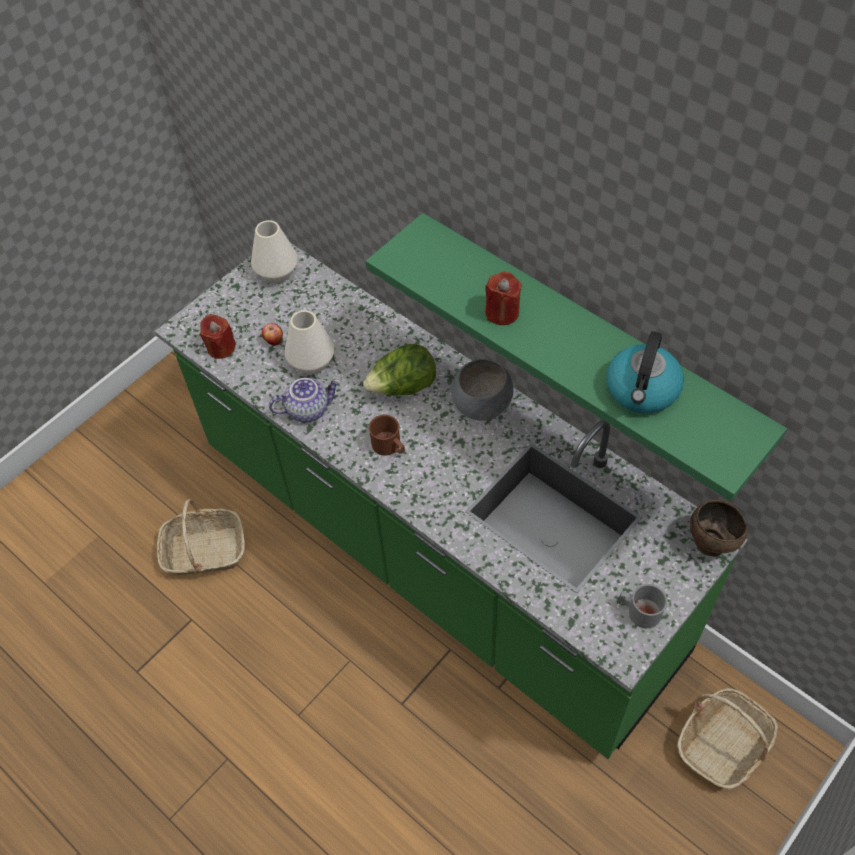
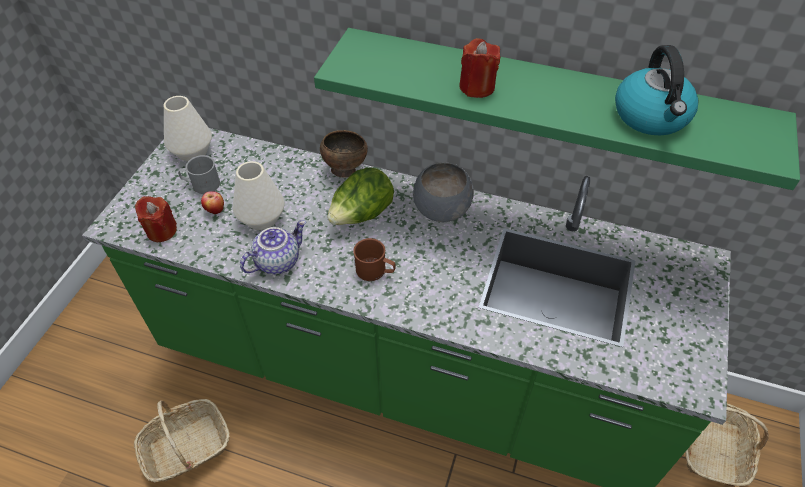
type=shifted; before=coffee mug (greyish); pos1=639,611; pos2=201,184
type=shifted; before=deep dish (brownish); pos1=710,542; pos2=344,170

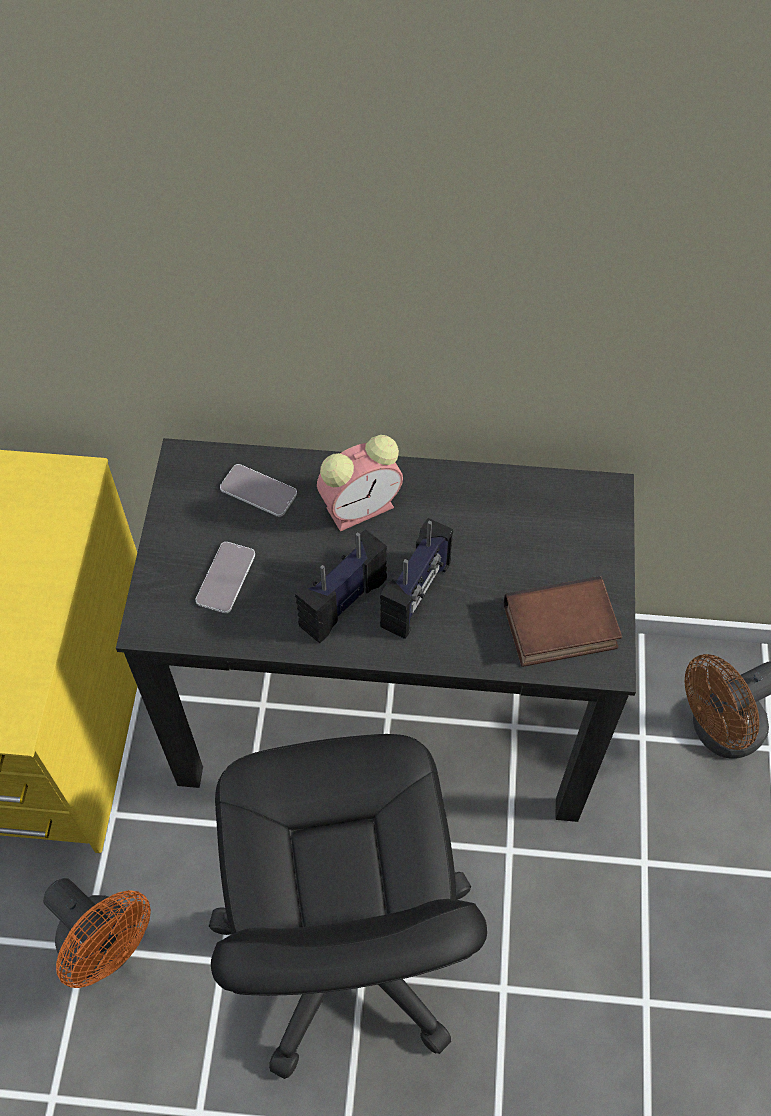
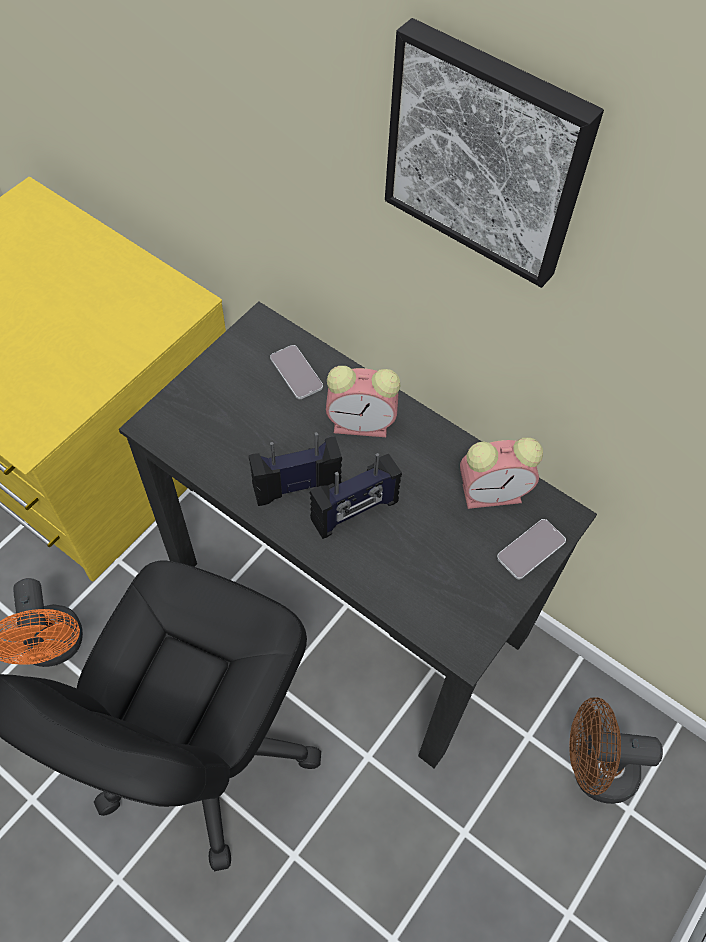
type=shifted; before=phone; pos1=226,578; pos2=531,549
type=gone; before=volume; pos1=559,629
type=new; after=picture; pos2=487,153
type=new; after=alarm clock; pos2=494,492

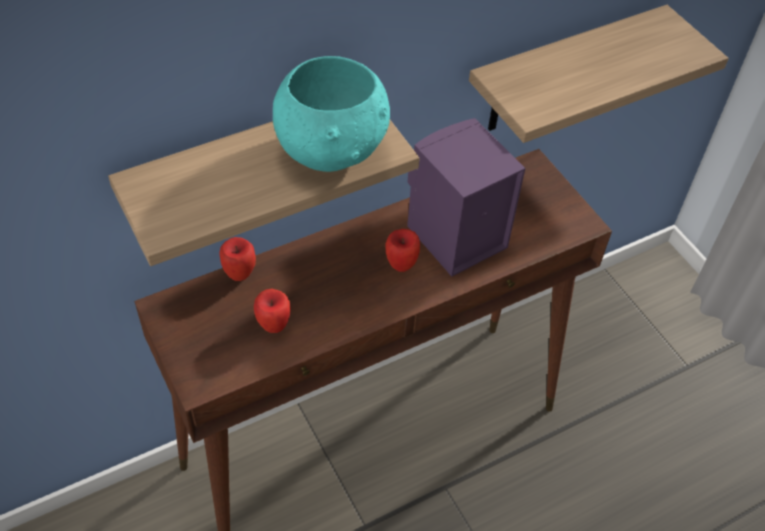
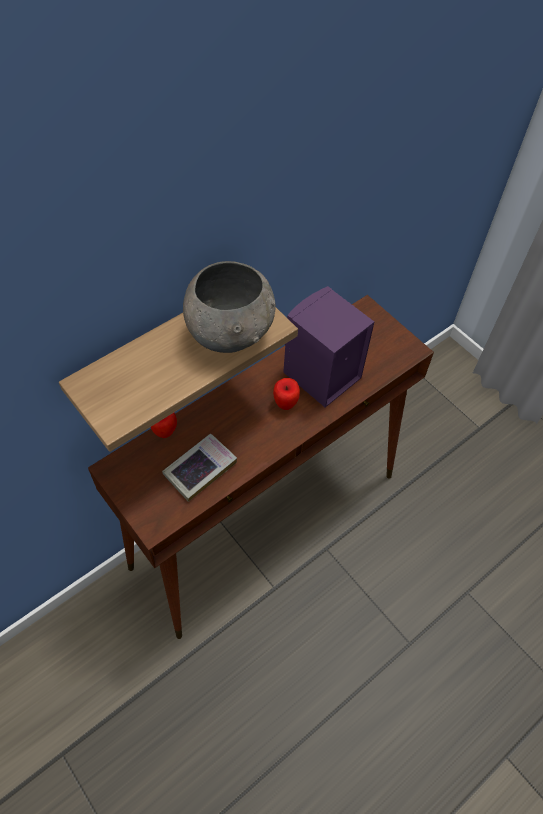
type=swapped; before=whole apple; after=volume; pos1=273,325; pos2=200,469
type=repainted; before=deep dish (turquoise-coloured); after=deep dish (greyish); pos1=332,152; pos2=230,334
type=gone; before=shelf; pos1=564,71

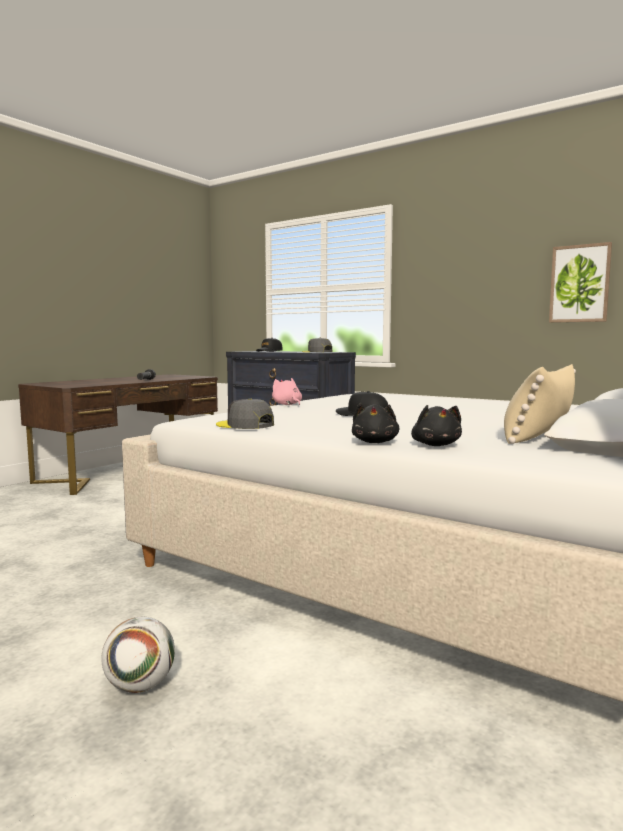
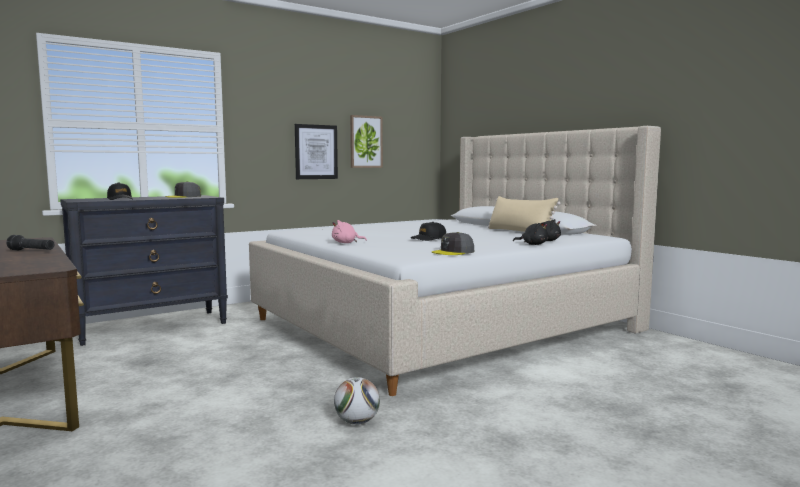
type=shifted; before=football ball; pos1=140,685; pos2=357,422
type=new; after=picture; pos2=316,152

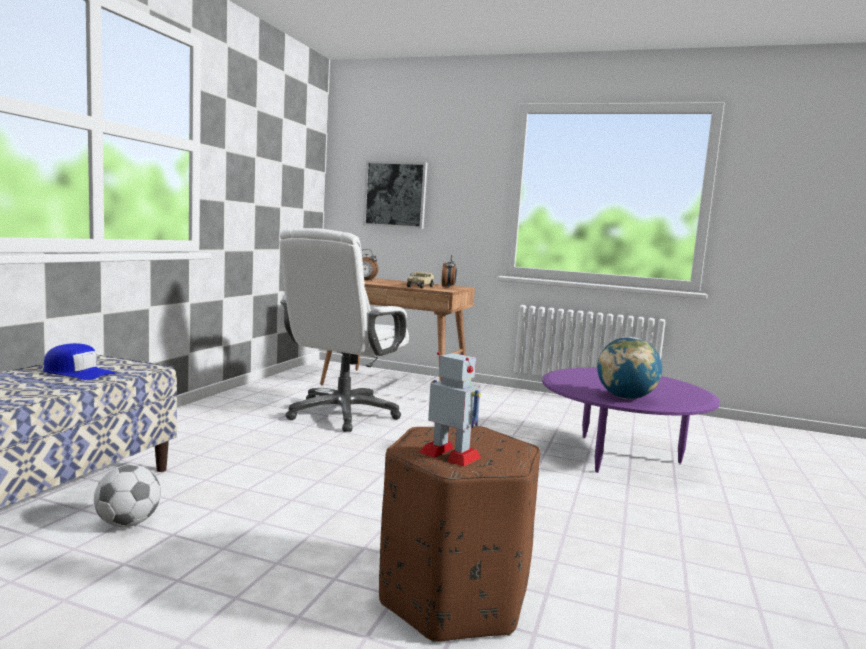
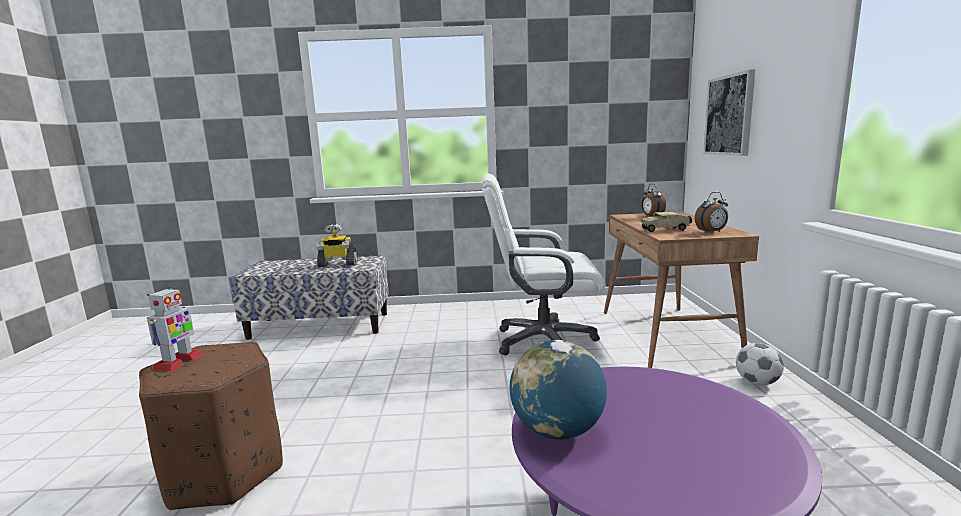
type=swapped; before=peaked cap (blue); after=robot figure; pos1=78,373; pos2=337,264
type=shifted; before=football ball; pos1=128,523; pos2=757,382

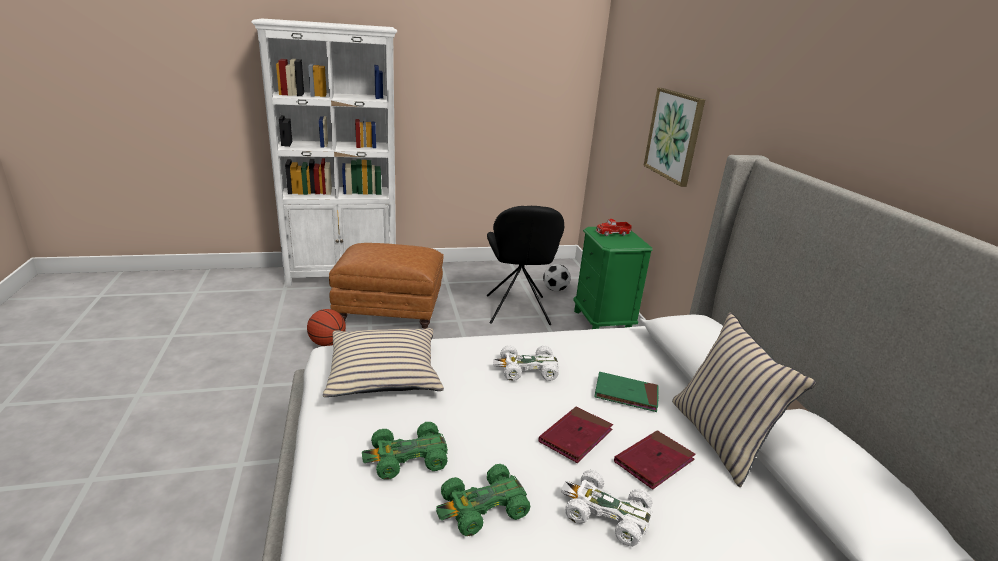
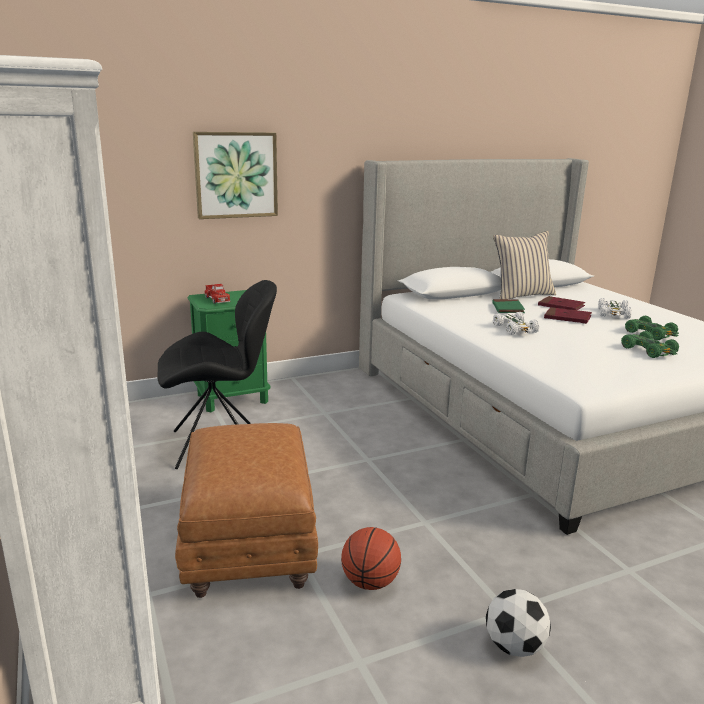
type=gone; before=throw pillow (beige-coloured); pos1=384,372
type=shifted; before=football ball; pos1=555,289; pos2=514,646

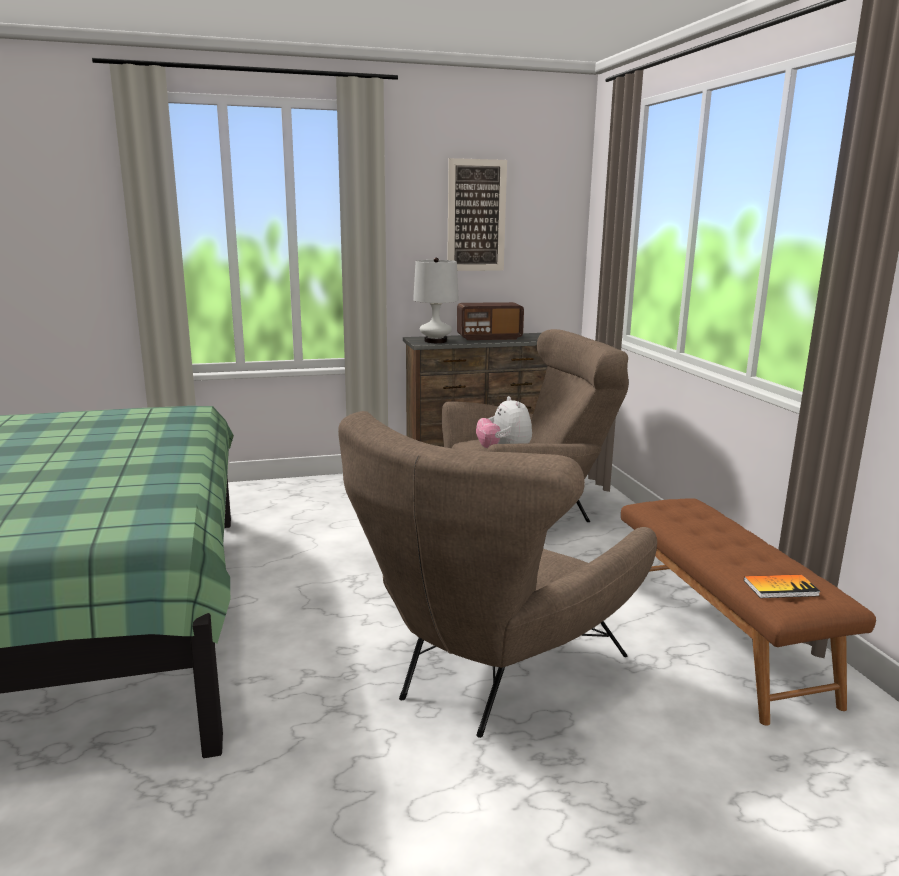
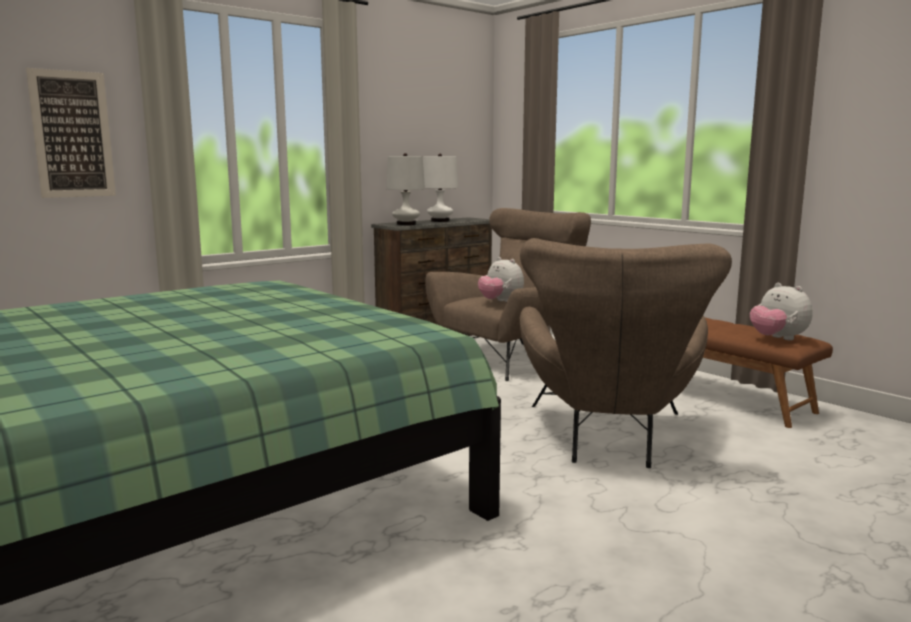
type=shifted; before=picture; pos1=476,216; pos2=72,134
type=swapped; before=radio set; after=tabletop lamp (whitish); pos1=489,337; pos2=440,221
type=swapped; before=volume; after=soft toy; pos1=780,588; pos2=777,339

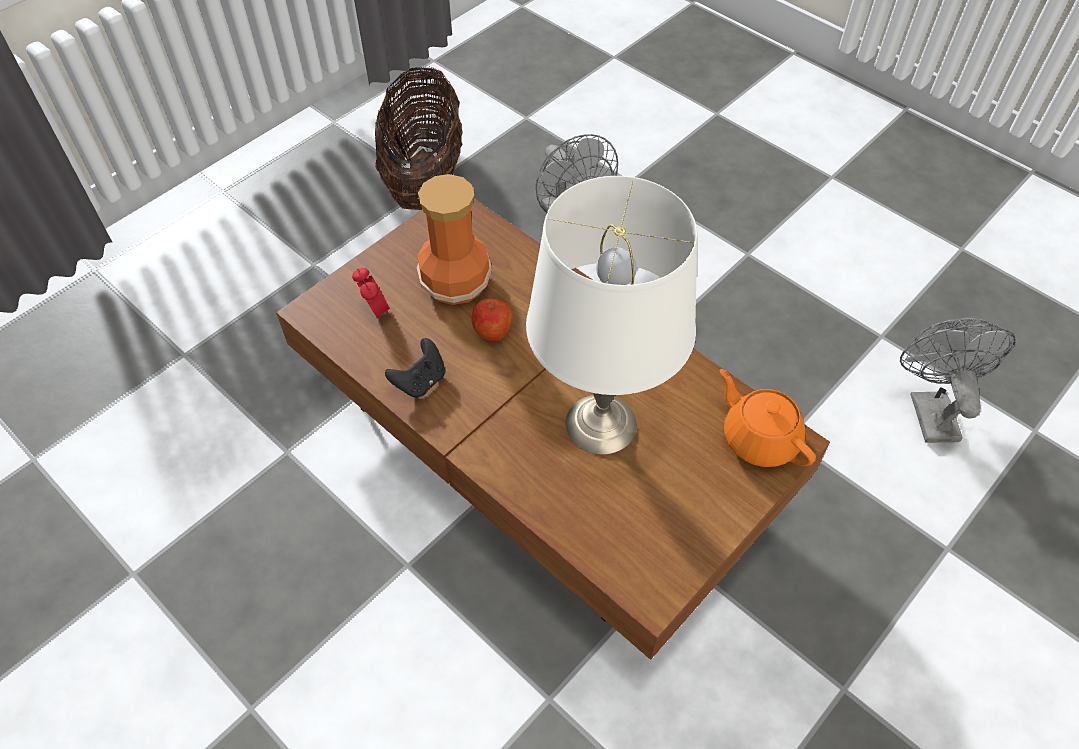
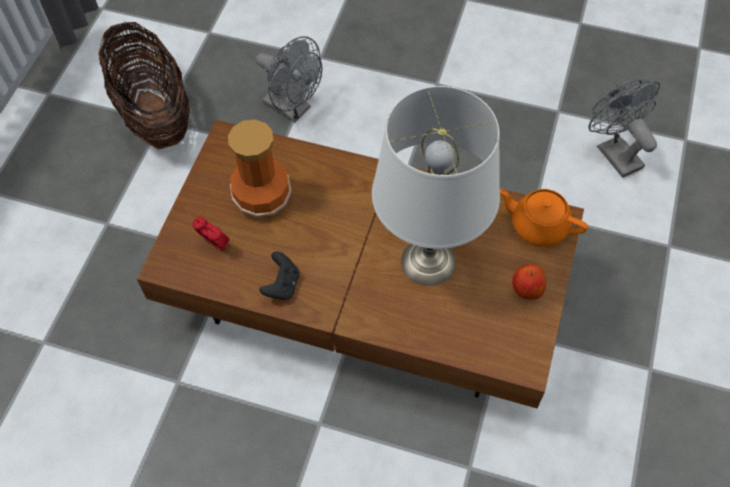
type=shifted; before=whole apple; pos1=492,329; pos2=527,288

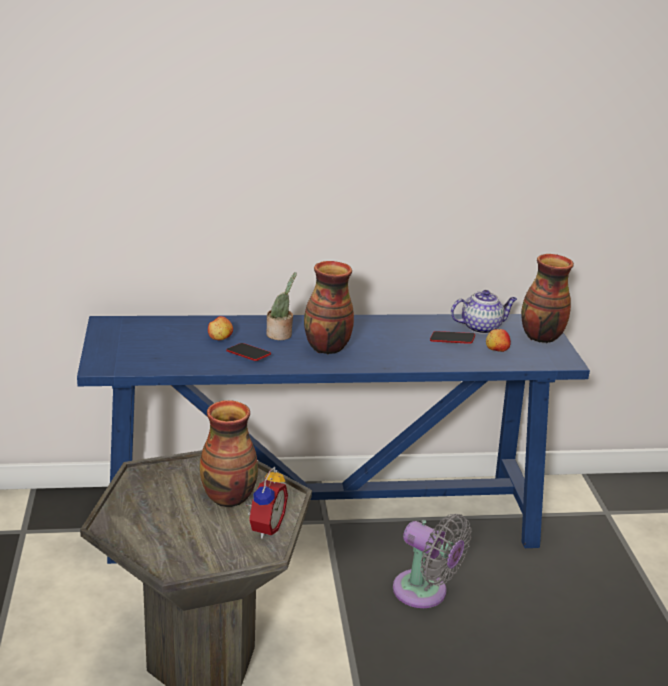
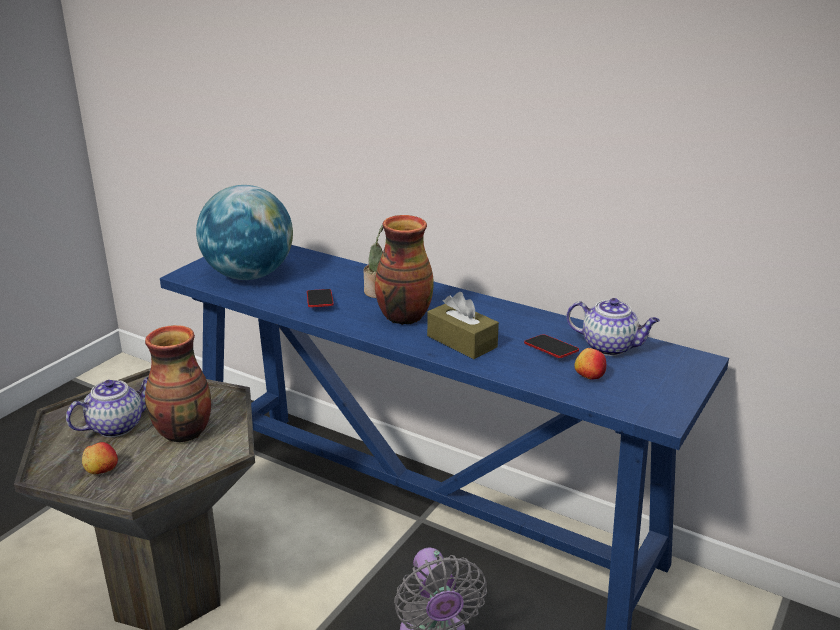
type=shifted; before=whole apple; pos1=220,338; pos2=101,470
type=gone; before=alarm clock; pos1=264,527
type=gone; before=flower vase; pos1=540,337
type=new; after=teapot; pos2=117,426
type=new; after=world globe; pos2=249,275
type=new; after=box of tissues (brownish); pos2=462,341

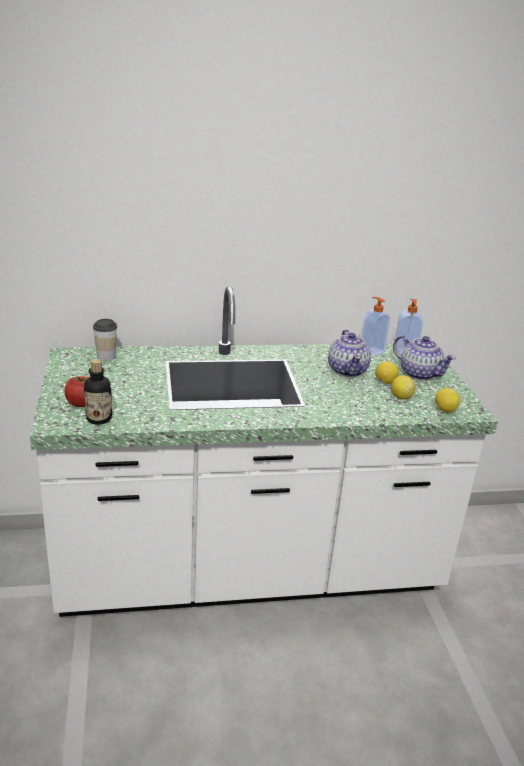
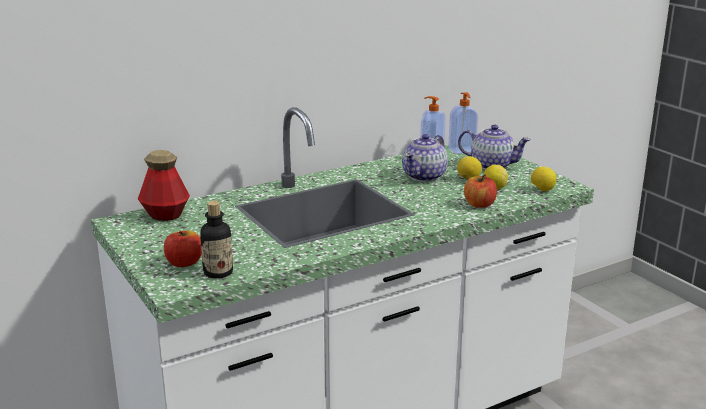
type=swapped; before=cup; after=bottle; pos1=106,356; pos2=165,215
type=rotated; before=teapot; pos1=347,370; pos2=425,176; turn=60
type=new; after=whole apple; pos2=479,204

